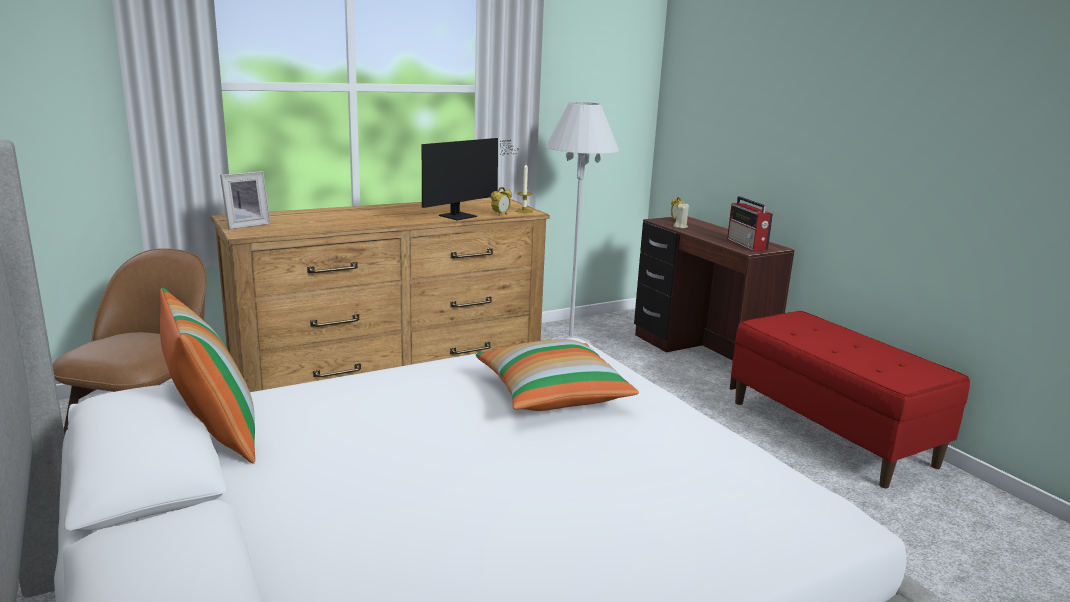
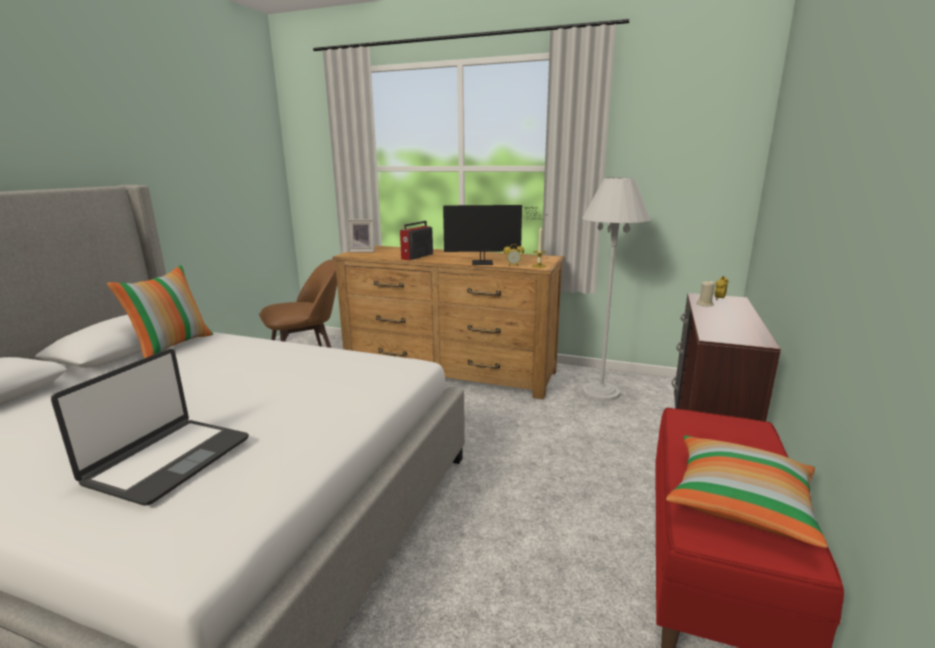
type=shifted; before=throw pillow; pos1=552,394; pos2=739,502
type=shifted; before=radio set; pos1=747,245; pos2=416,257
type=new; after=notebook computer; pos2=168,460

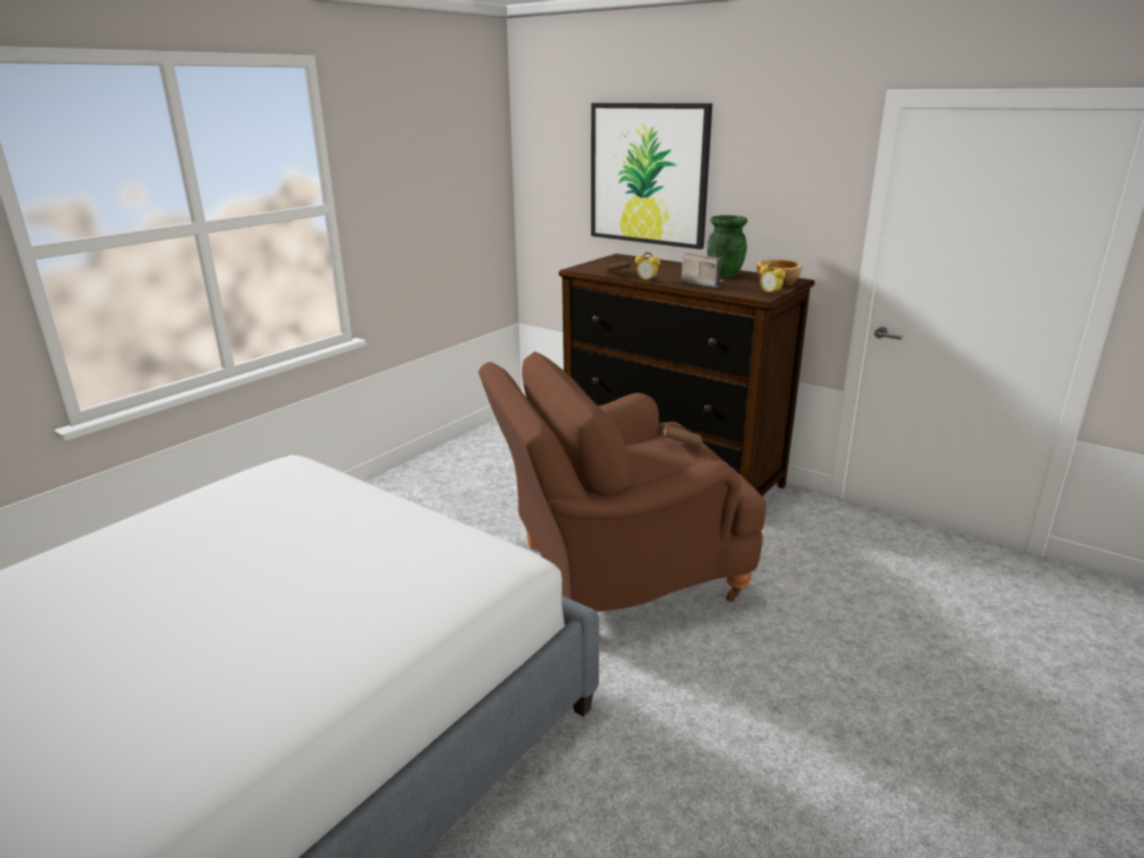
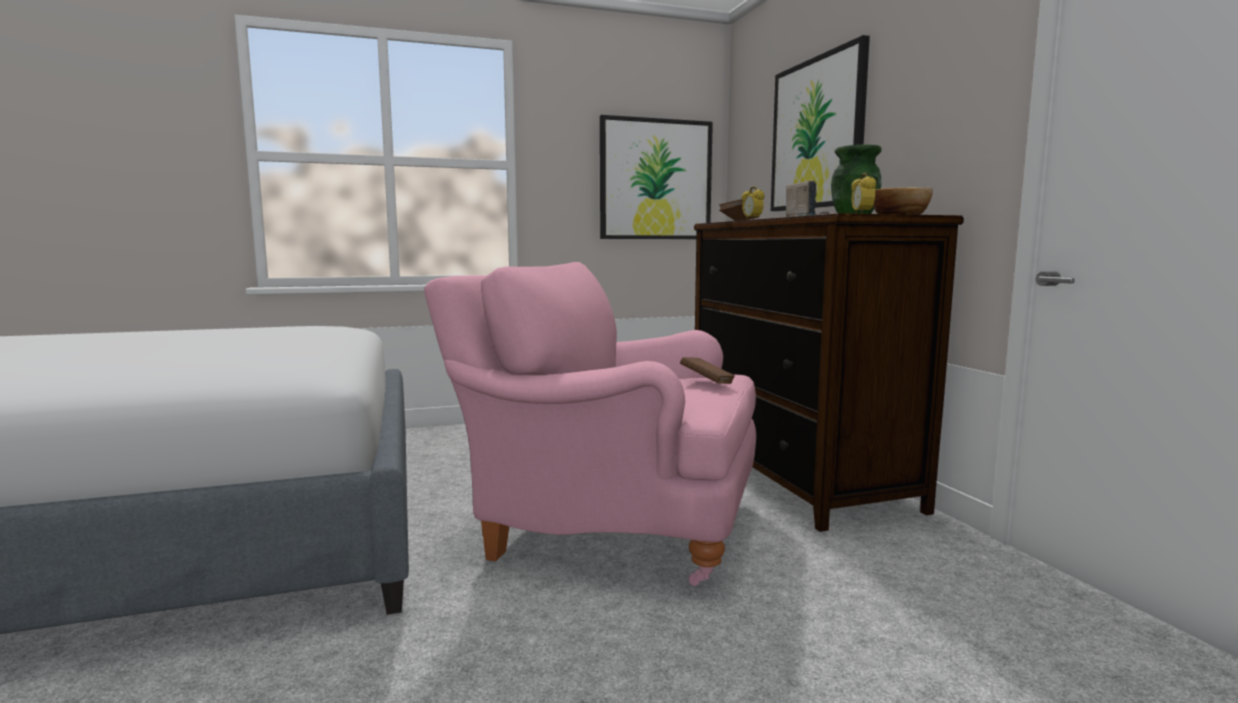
type=repainted; before=lounge chair (brownish); after=lounge chair (pink); pos1=615,573; pos2=608,524
type=new; after=picture; pos2=655,180

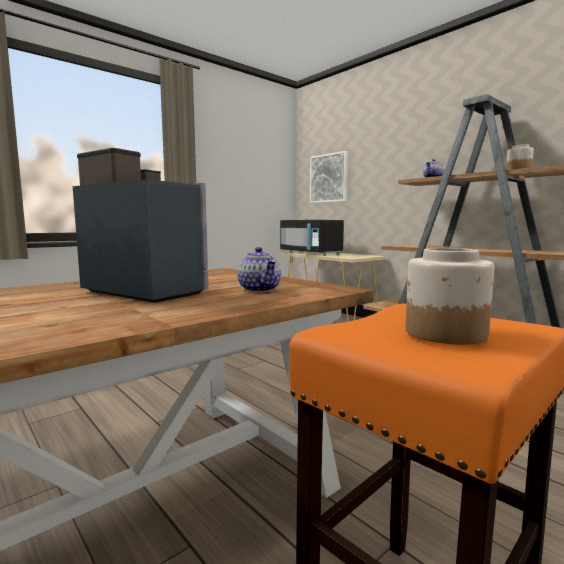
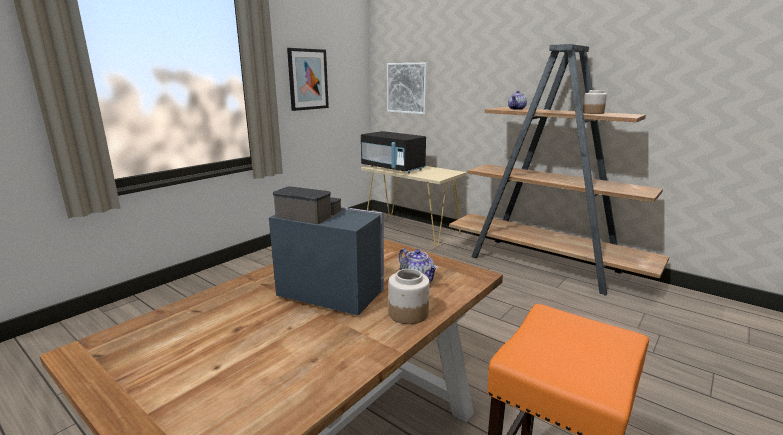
type=shifted; before=jar; pos1=444,333; pos2=408,314
type=new; after=picture; pos2=308,79

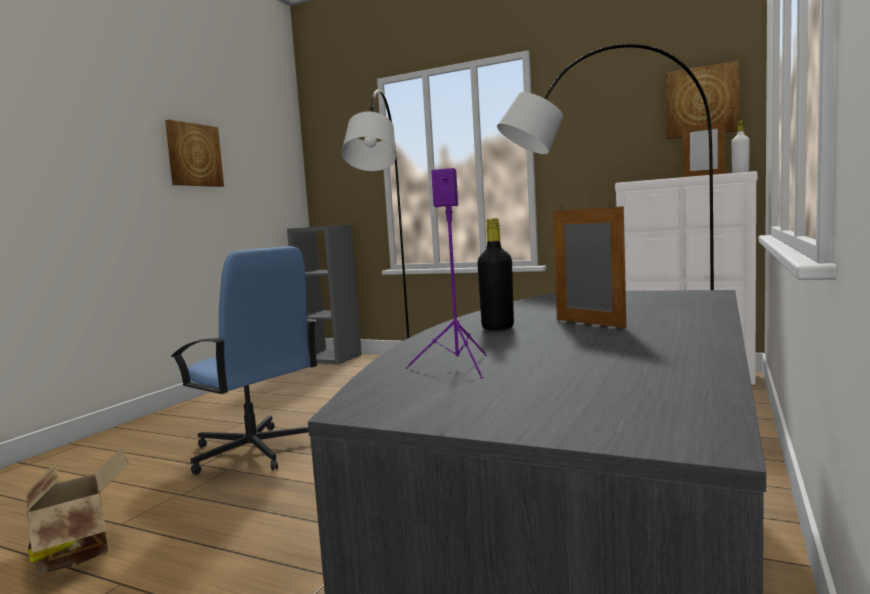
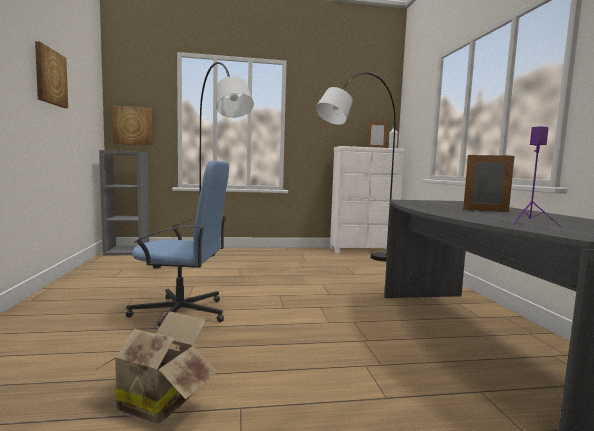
type=gone; before=bottle (blackish); pos1=498,328
type=shifted; before=picture; pos1=702,101; pos2=132,126

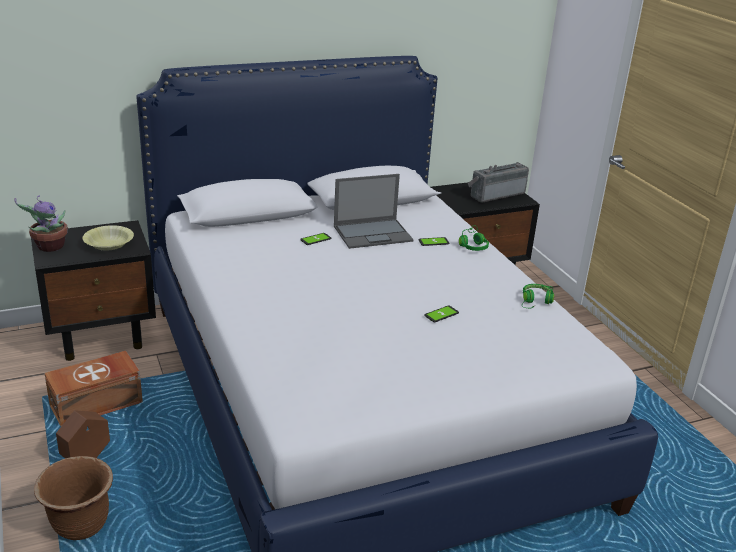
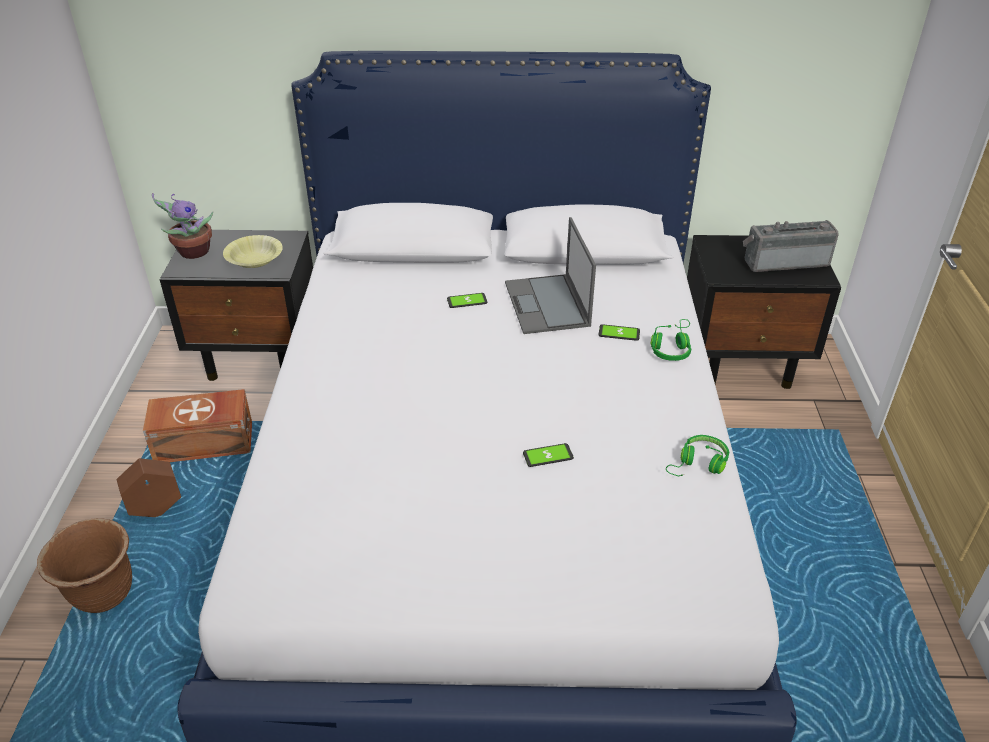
type=rotated; before=notebook computer; pos1=373,233; pos2=547,305; turn=75

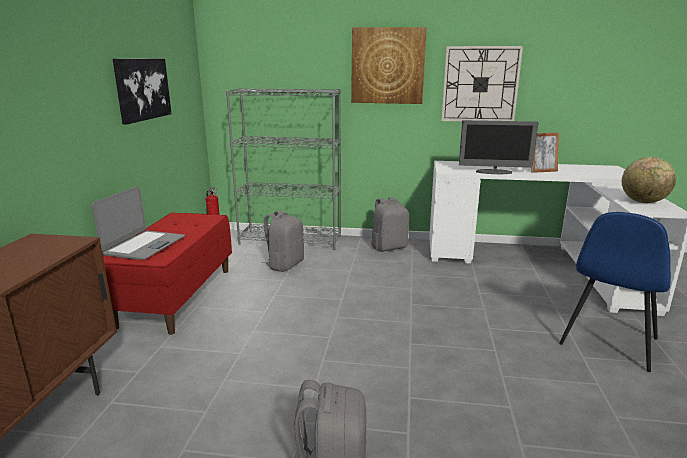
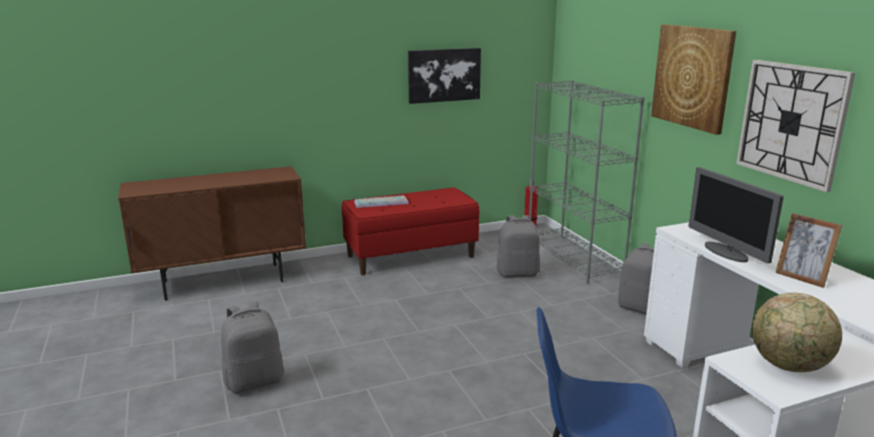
type=swapped; before=notebook computer; after=computer keyboard; pos1=144,246; pos2=381,202

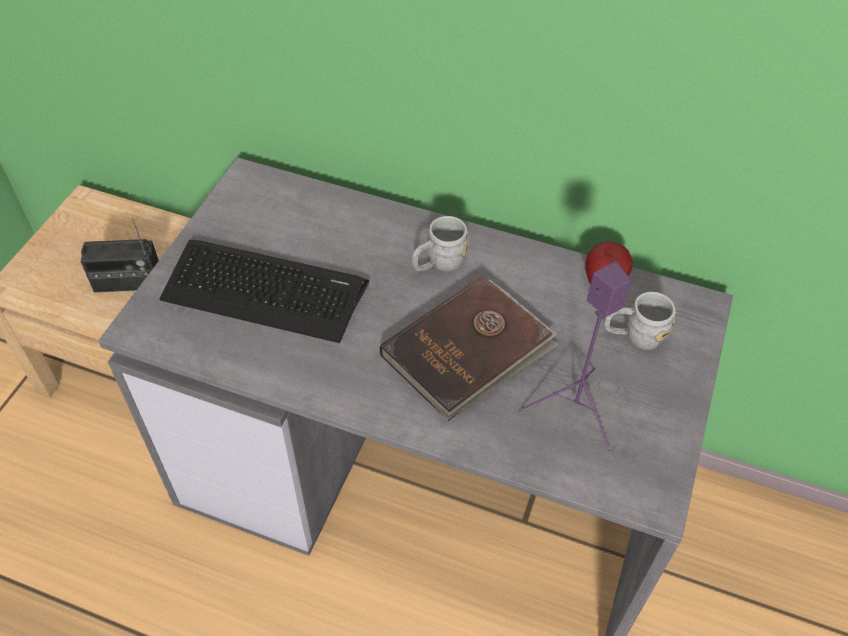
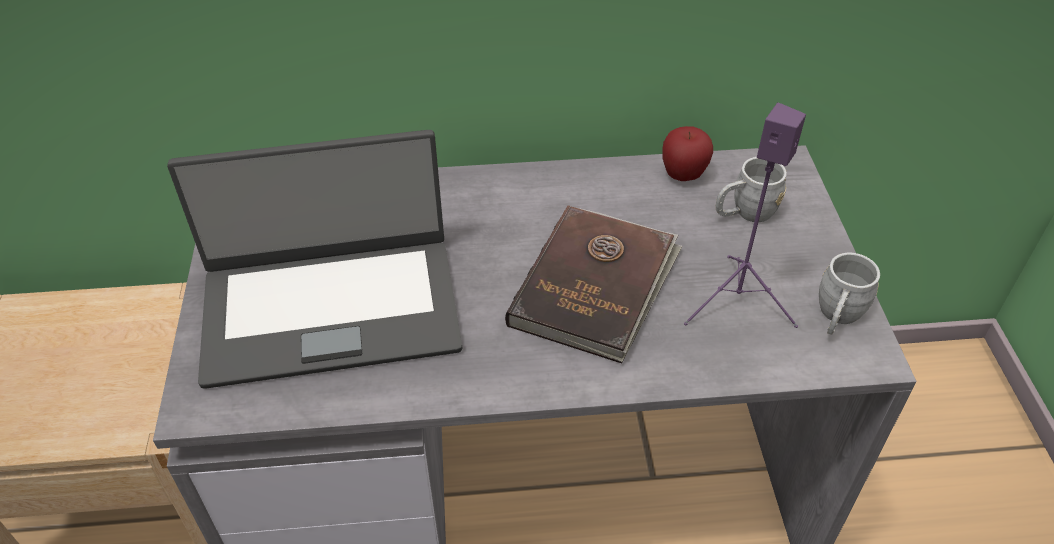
type=gone; before=radio set; pos1=128,282
type=swapped; before=computer keyboard; after=notebook computer; pos1=264,291; pos2=330,308
type=shifted; before=coffee mug (greyish); pos1=438,264; pos2=836,317

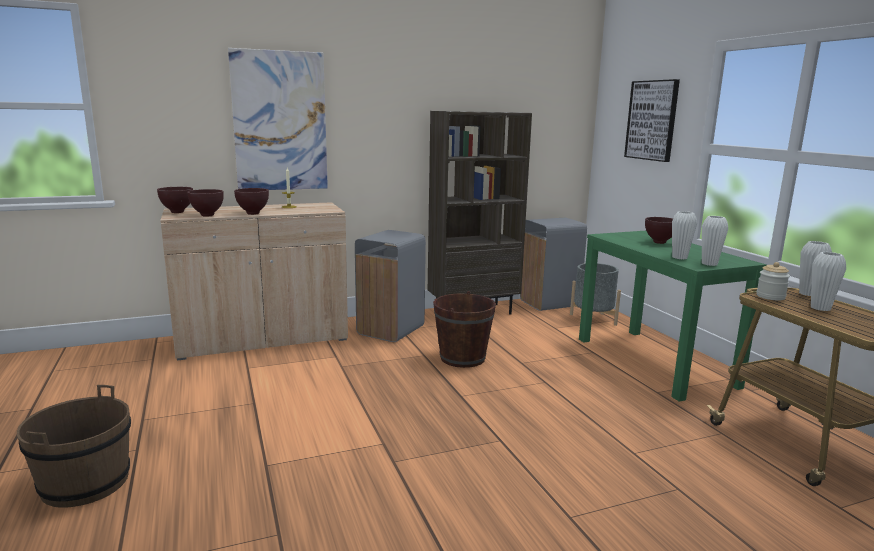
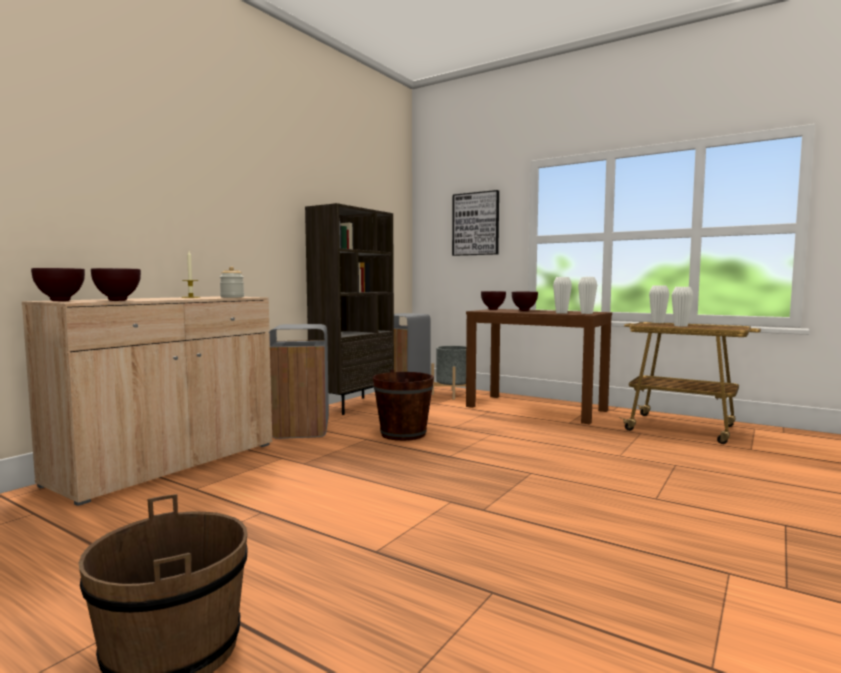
type=gone; before=picture; pos1=280,122
type=shifted; before=deep dish (brownish); pos1=252,213; pos2=492,309
type=repainted; before=console table (green-coloured); after=console table (brownish); pos1=654,362; pos2=536,408
type=shifted; before=jar; pos1=770,296; pos2=232,297

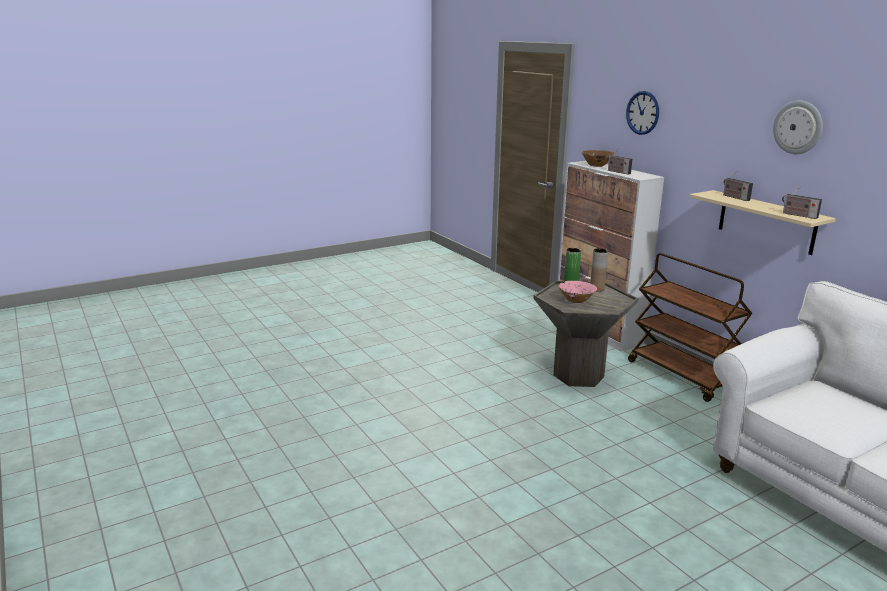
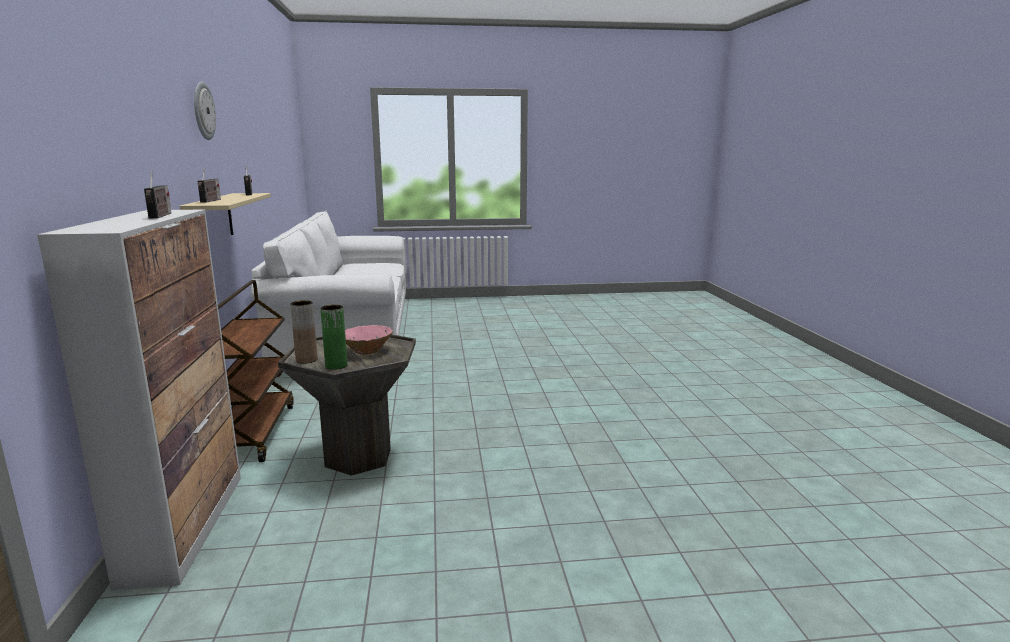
type=gone; before=deep dish (brownish); pos1=597,165
type=gone; before=wall clock; pos1=642,113

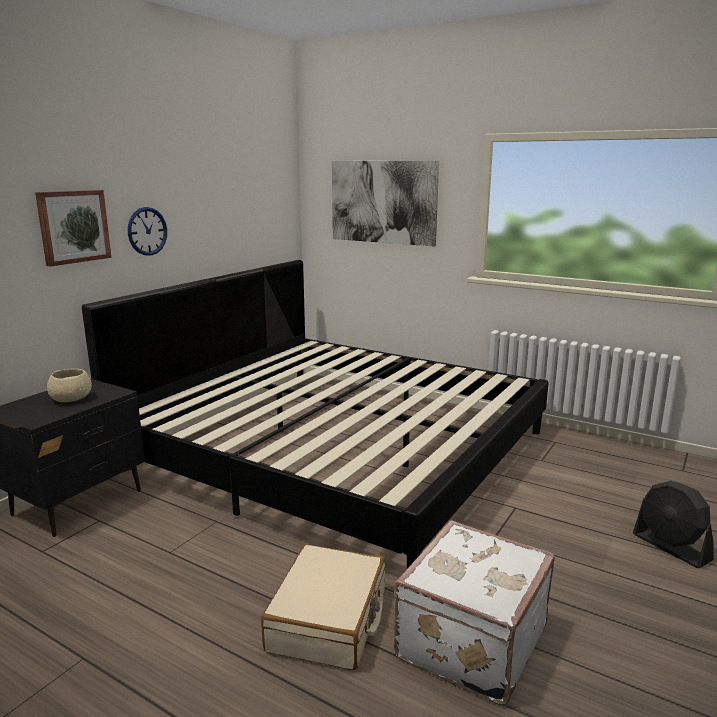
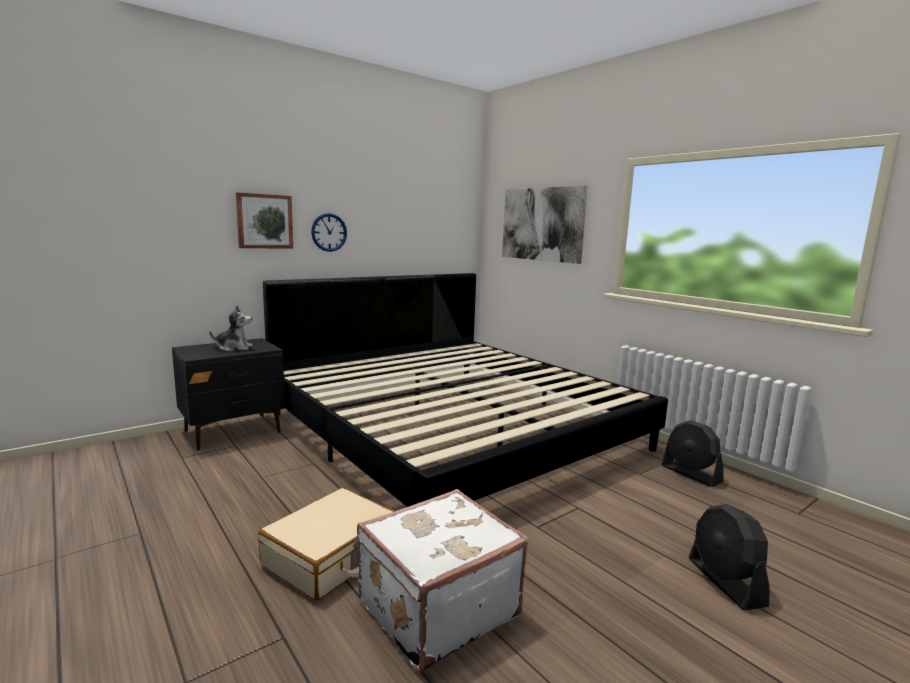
type=swapped; before=deep dish (beige-coloured); after=soft toy; pos1=71,399; pos2=234,348
type=new; after=fan (blackish); pos2=691,474

